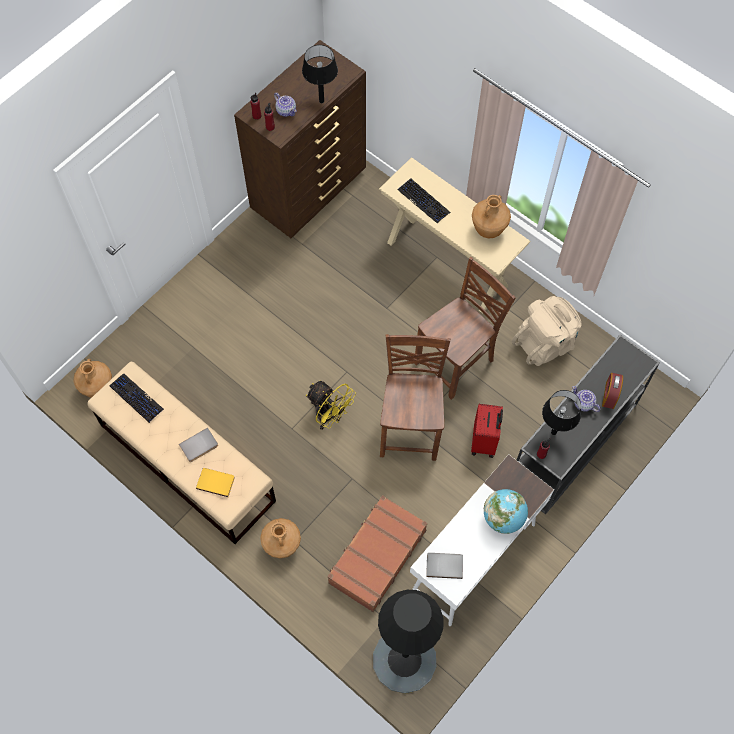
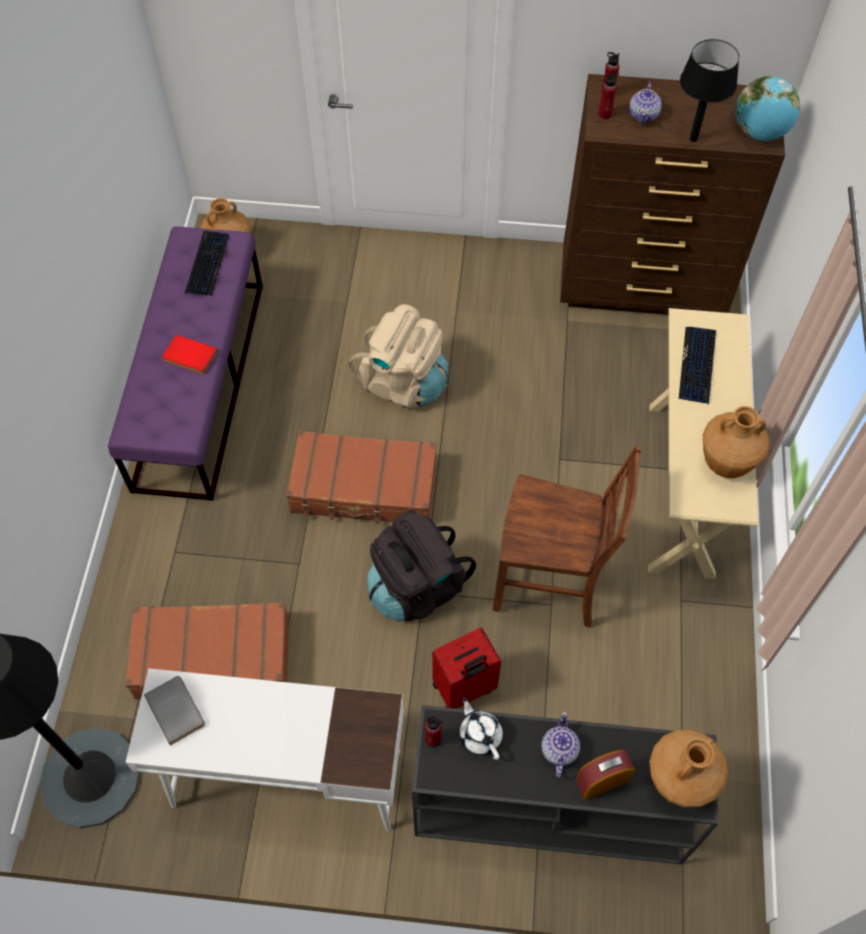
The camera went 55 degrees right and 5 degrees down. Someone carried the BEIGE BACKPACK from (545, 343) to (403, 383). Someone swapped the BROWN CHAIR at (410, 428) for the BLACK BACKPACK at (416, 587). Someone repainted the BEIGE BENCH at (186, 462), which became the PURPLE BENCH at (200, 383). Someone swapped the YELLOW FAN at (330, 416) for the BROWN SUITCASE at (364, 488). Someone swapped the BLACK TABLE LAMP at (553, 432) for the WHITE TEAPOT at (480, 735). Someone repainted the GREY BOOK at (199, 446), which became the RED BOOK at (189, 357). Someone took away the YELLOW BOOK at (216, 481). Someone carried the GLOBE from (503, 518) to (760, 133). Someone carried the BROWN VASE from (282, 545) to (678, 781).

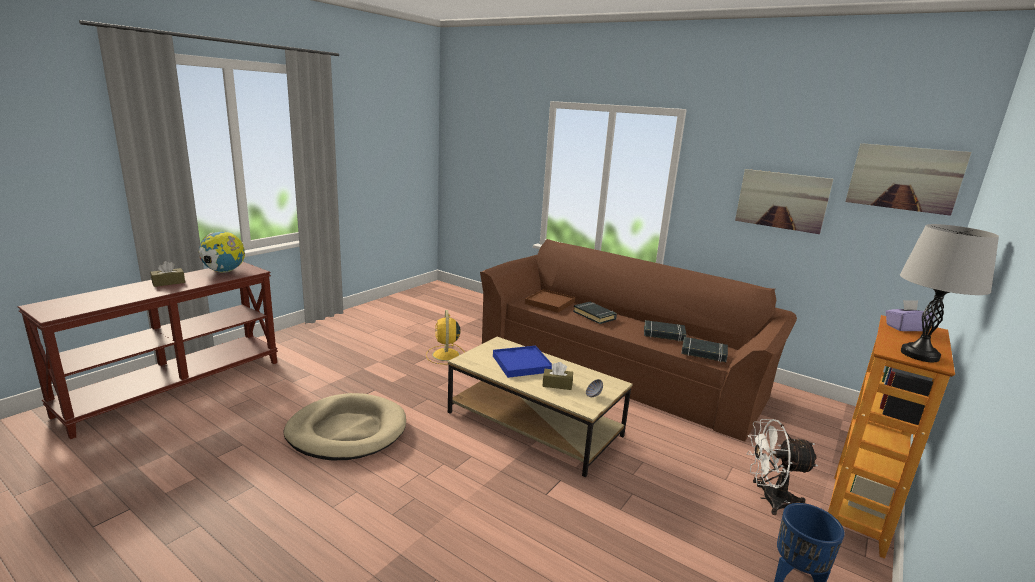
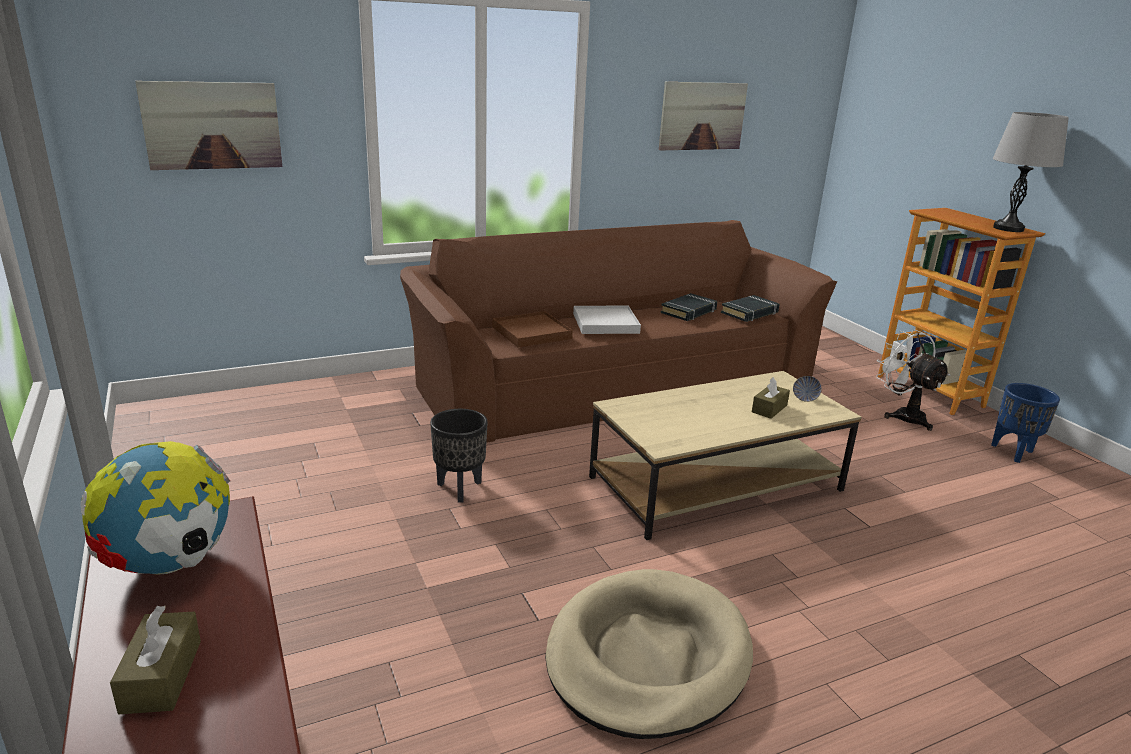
The camera went 60 degrees left and 5 degrees up. Someone carried the PICTURE from (904, 178) to (212, 125). Someone took away the PURPLE TISSUE BOX at (905, 327). Someone swapped the BLACK BOOK at (594, 315) for the WHITE TRAY at (605, 323). Someone swapped the YELLOW FAN at (446, 355) for the BLACK PLANTER at (460, 489). Someone took away the BLUE TRAY at (522, 364). Someone rotated the WHITE FAN at (769, 499) by 120 degrees clockwise.

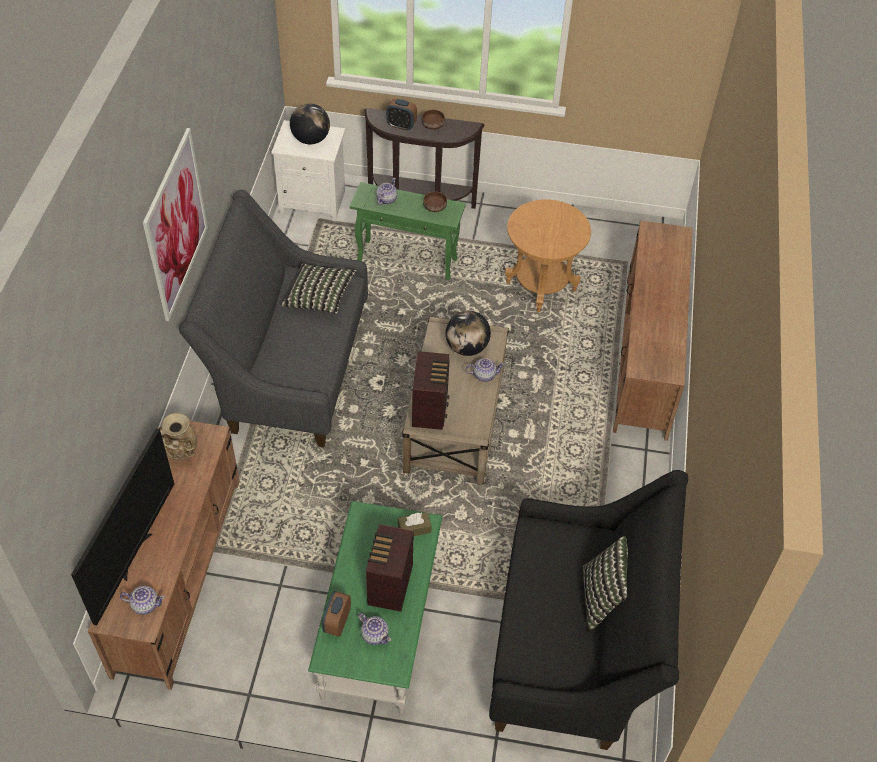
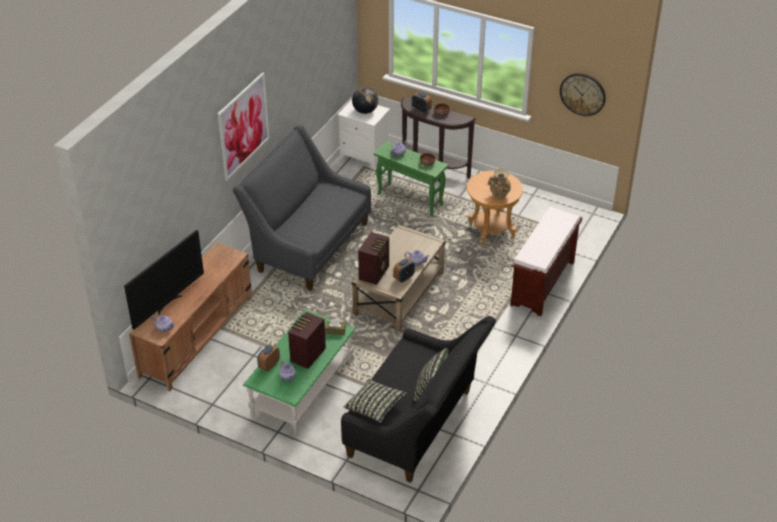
The camera went 20 degrees right and 10 degrees down. Someone swapped the BROWN TV STAND at (646, 356) for the BROWN BENCH at (542, 284). Someone carried the PILLOW from (319, 297) to (374, 407). Someone took away the GLOBE at (467, 347). Someone carried the BEIGE VASE from (181, 454) to (499, 196). Someone put up the WALL CLOCK at (582, 94). Someone put down the ALARM CLOCK at (404, 278).

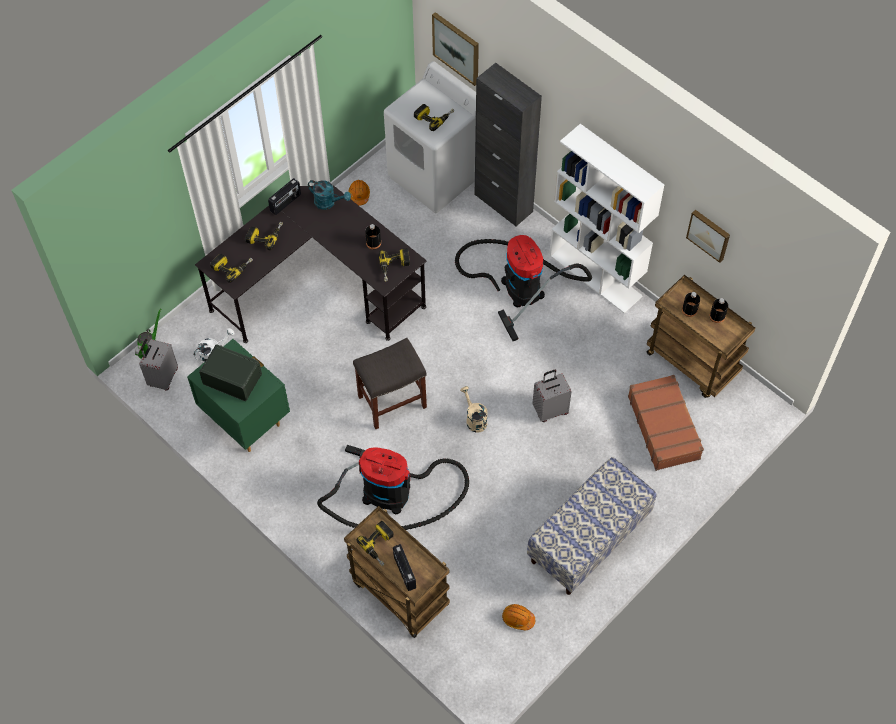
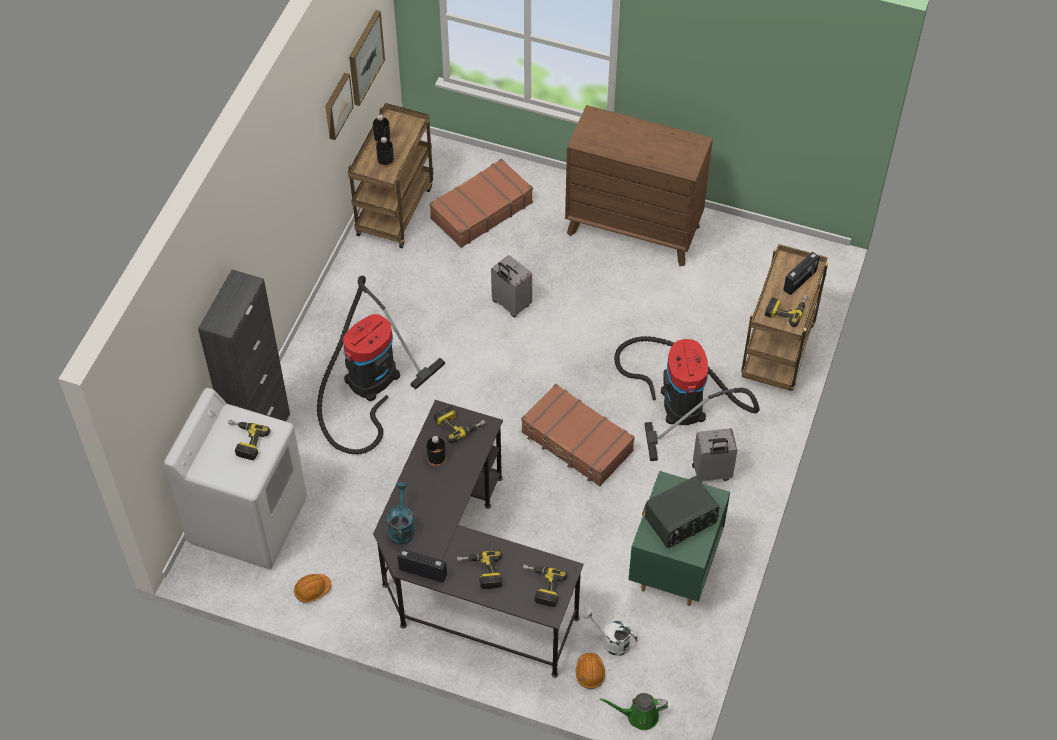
The camera went 115 degrees left and 5 degrees down. Someone carried the PICTURE from (456, 48) to (365, 57). Someone took away the WHITE BOOKCASE at (596, 275). Someone swapped the GREY STOOL at (391, 402) for the BROWN SUITCASE at (576, 442). Someone carried the GREY SUITCASE from (162, 377) to (711, 473). Someone rotated the RADIO at (233, 378) by 120 degrees counterclockwise. Someone took away the BEIGE WATERING CAN at (474, 419). Someone swapped the BENCH at (589, 539) for the BROWN DRESSER at (633, 230). Someone carried the ORANGE HARD HAT from (518, 618) to (590, 673).

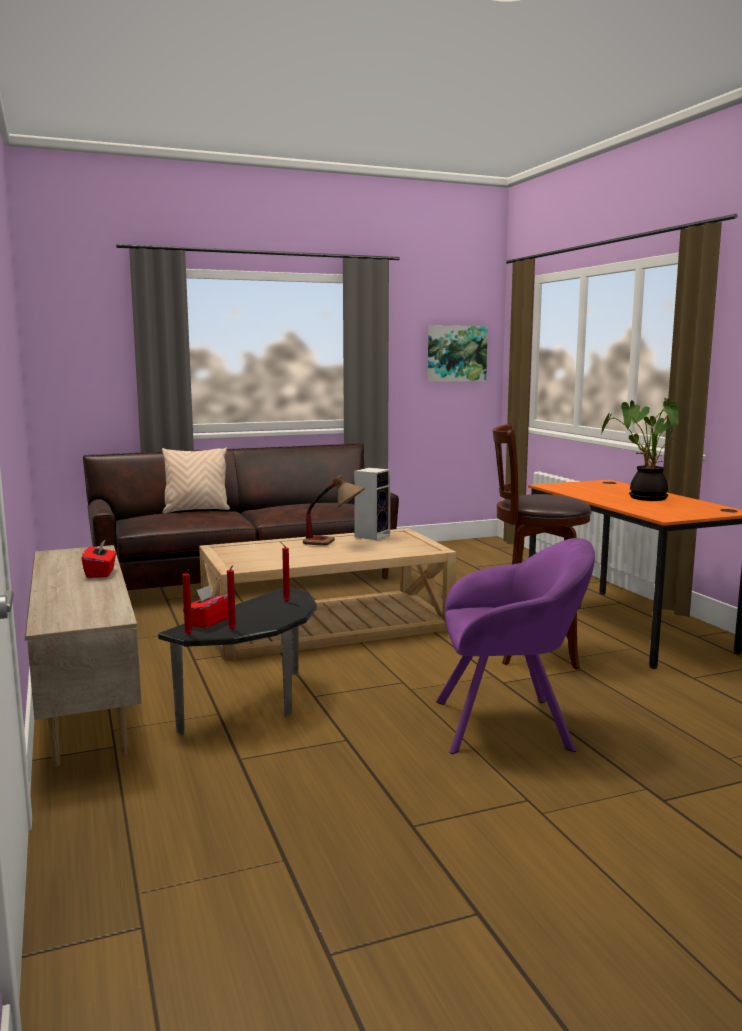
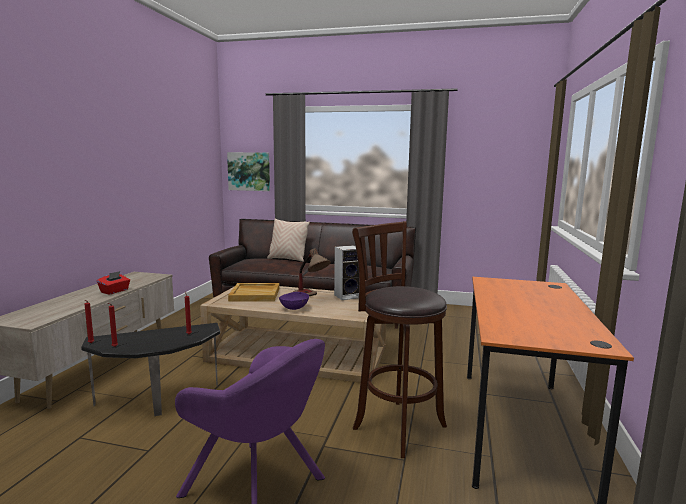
The camera went 35 degrees right and 0 degrees up. Someone carried the PICTURE from (456, 353) to (249, 171). Someone took away the POTTED PLANT at (644, 498). Someone took away the RED TISSUE BOX at (208, 622). Someone put down the BEIGE TRAY at (255, 294). Someone put down the PURPLE BOWL at (294, 308).

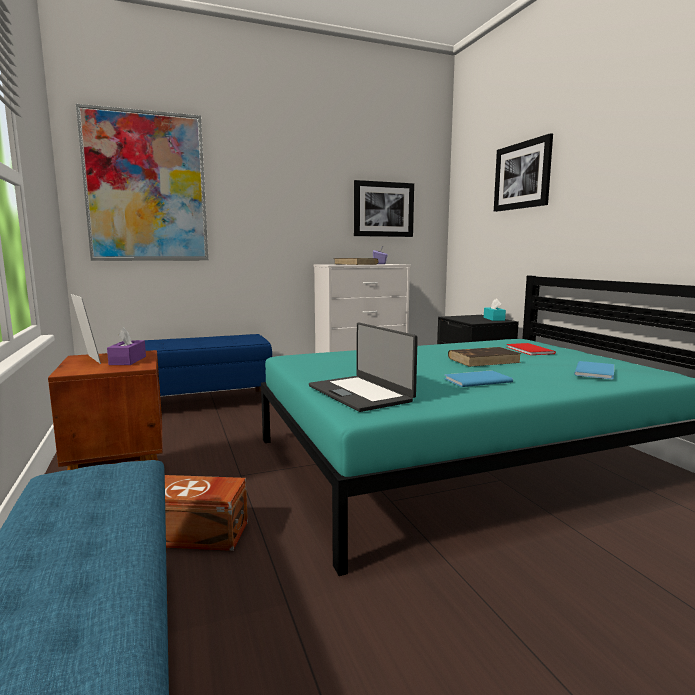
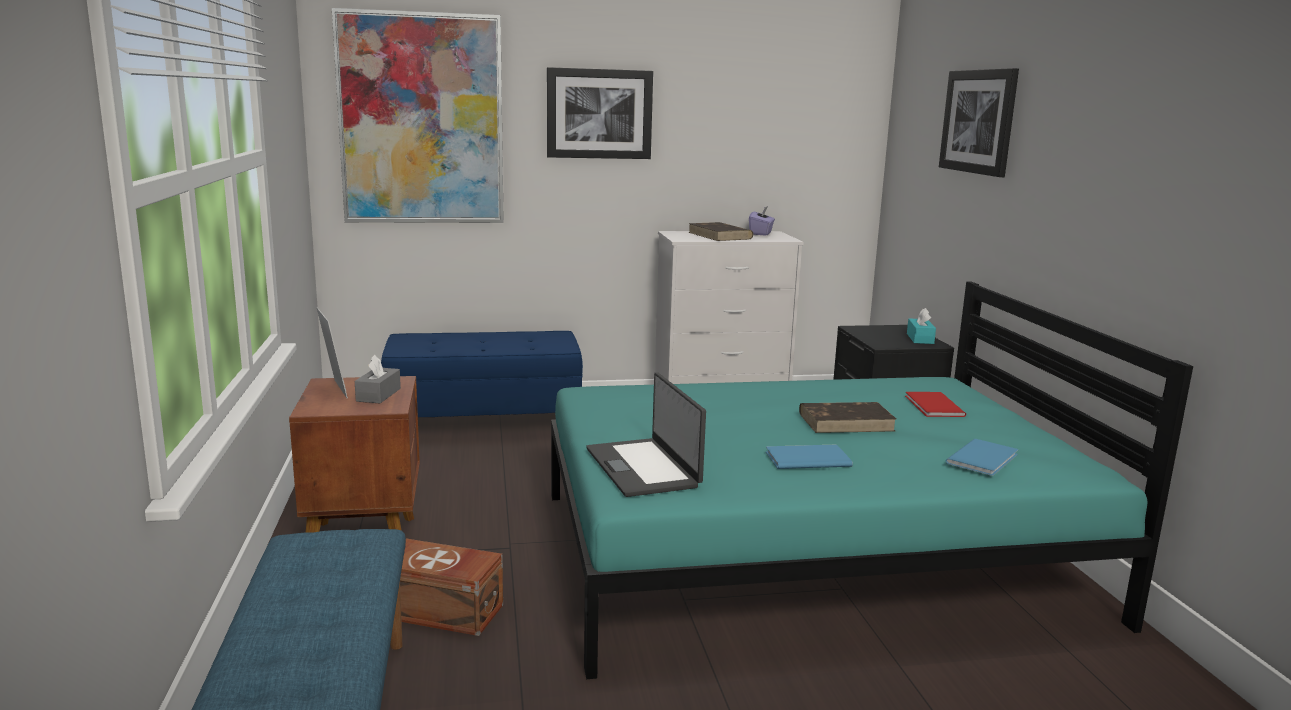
The camera went 10 degrees right and 5 degrees up. Someone carried the PICTURE from (383, 209) to (599, 114). Someone repainted the PURPLE TISSUE BOX at (128, 360), which became the GREY TISSUE BOX at (378, 395).

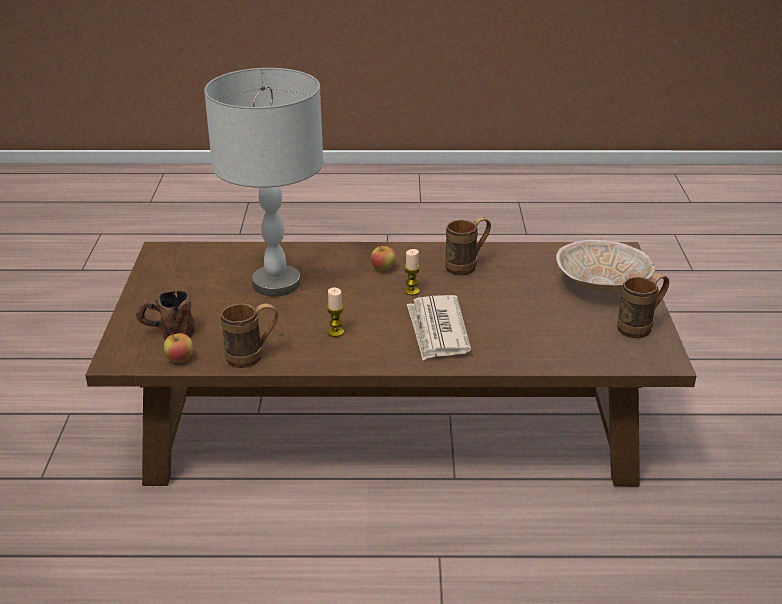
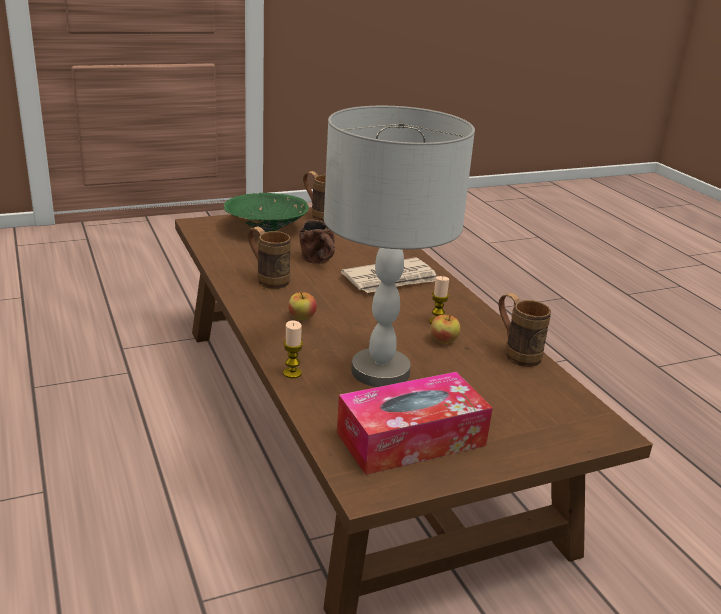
The camera went 115 degrees left and 5 degrees down. Someone repainted the BEIGE BOWL at (603, 285), which became the GREEN BOWL at (265, 227). Someone carried the CANDLE from (411, 291) to (292, 373). Someone carried the BROWN MUG from (167, 333) to (320, 262). Someone carried the APPLE from (180, 359) to (444, 341). Someone put down the TISSUE BOX at (411, 439).

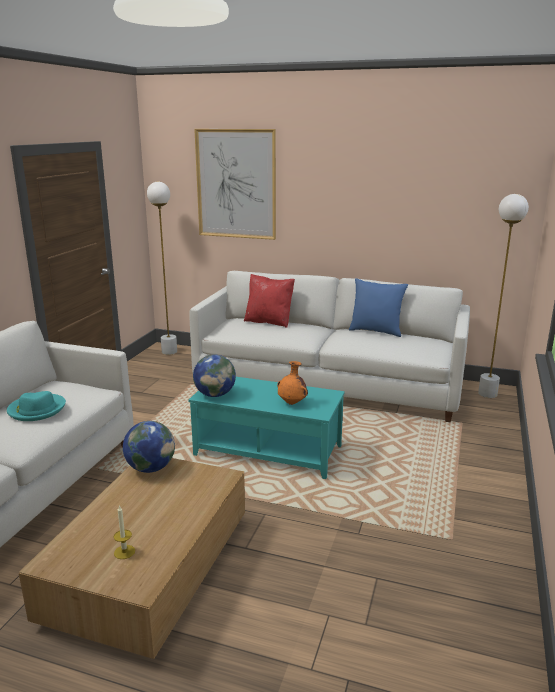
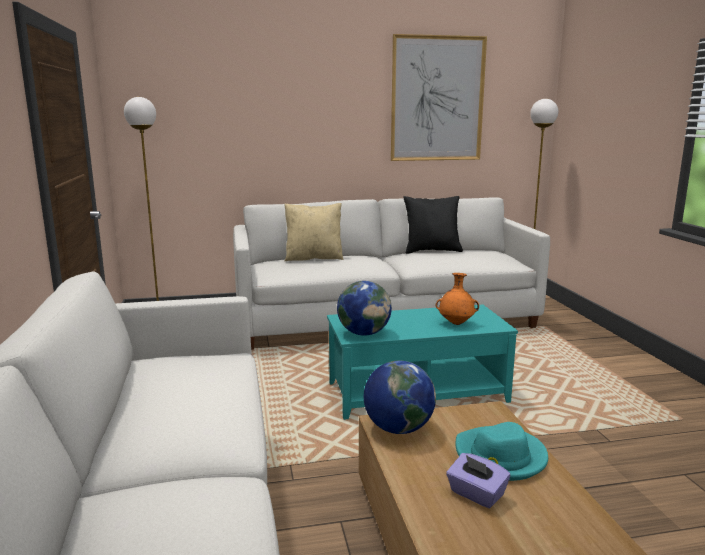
The camera went 30 degrees left and 5 degrees down. Someone carried the PICTURE from (236, 184) to (437, 99). Someone repainted the RED PILLOW at (269, 322), which became the BEIGE PILLOW at (314, 258). Someone repainted the BLUE PILLOW at (376, 331), which became the BLACK PILLOW at (432, 251). Someone carried the TURQUOISE HAT from (36, 409) to (500, 457). Someone took away the CANDLE at (124, 552). Someone put down the PURPLE TISSUE BOX at (476, 494).

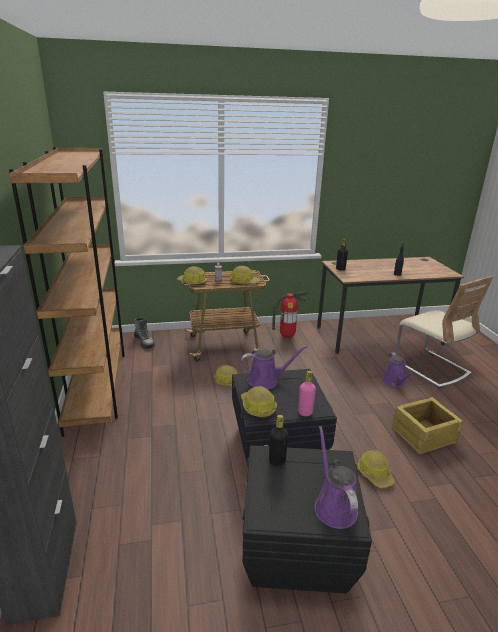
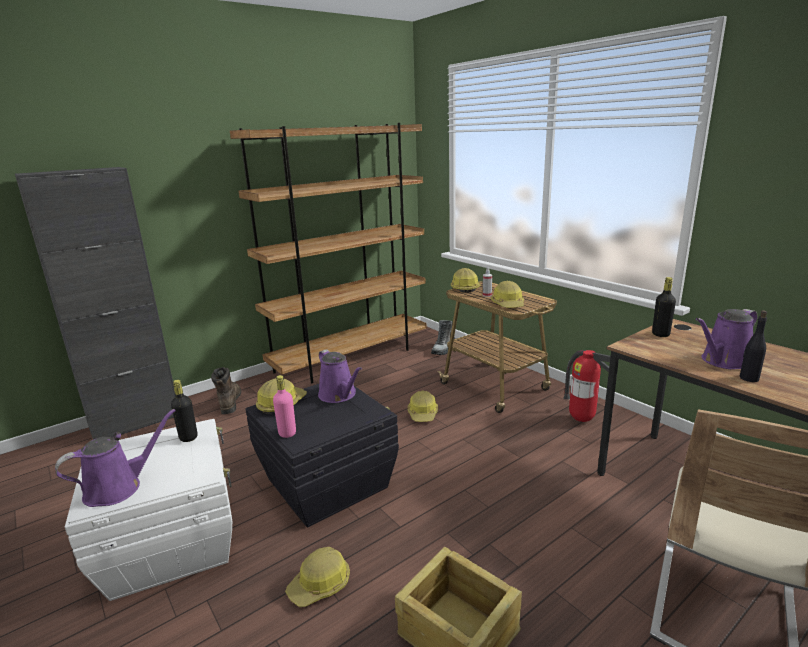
The camera went 65 degrees right and 5 degrees down. Someone carried the PURPLE WATERING CAN from (395, 382) to (724, 361). Someone repainted the BLACK STORAGE BOX at (296, 546), which became the WHITE STORAGE BOX at (172, 542). Someone put down the BROWN BOOT at (229, 402).

